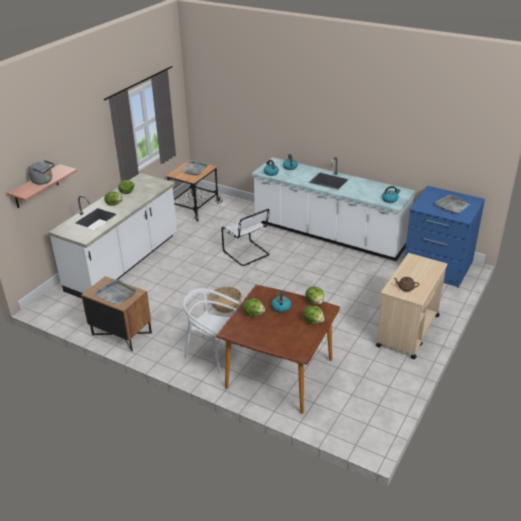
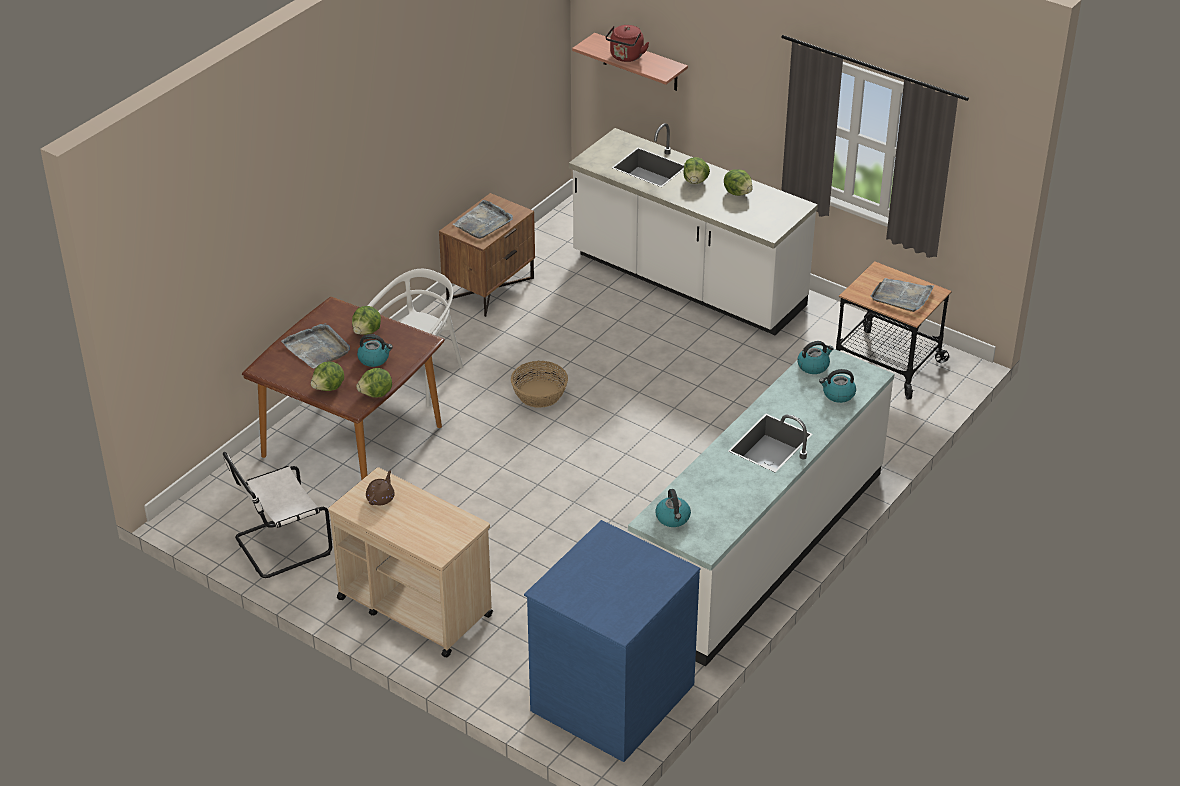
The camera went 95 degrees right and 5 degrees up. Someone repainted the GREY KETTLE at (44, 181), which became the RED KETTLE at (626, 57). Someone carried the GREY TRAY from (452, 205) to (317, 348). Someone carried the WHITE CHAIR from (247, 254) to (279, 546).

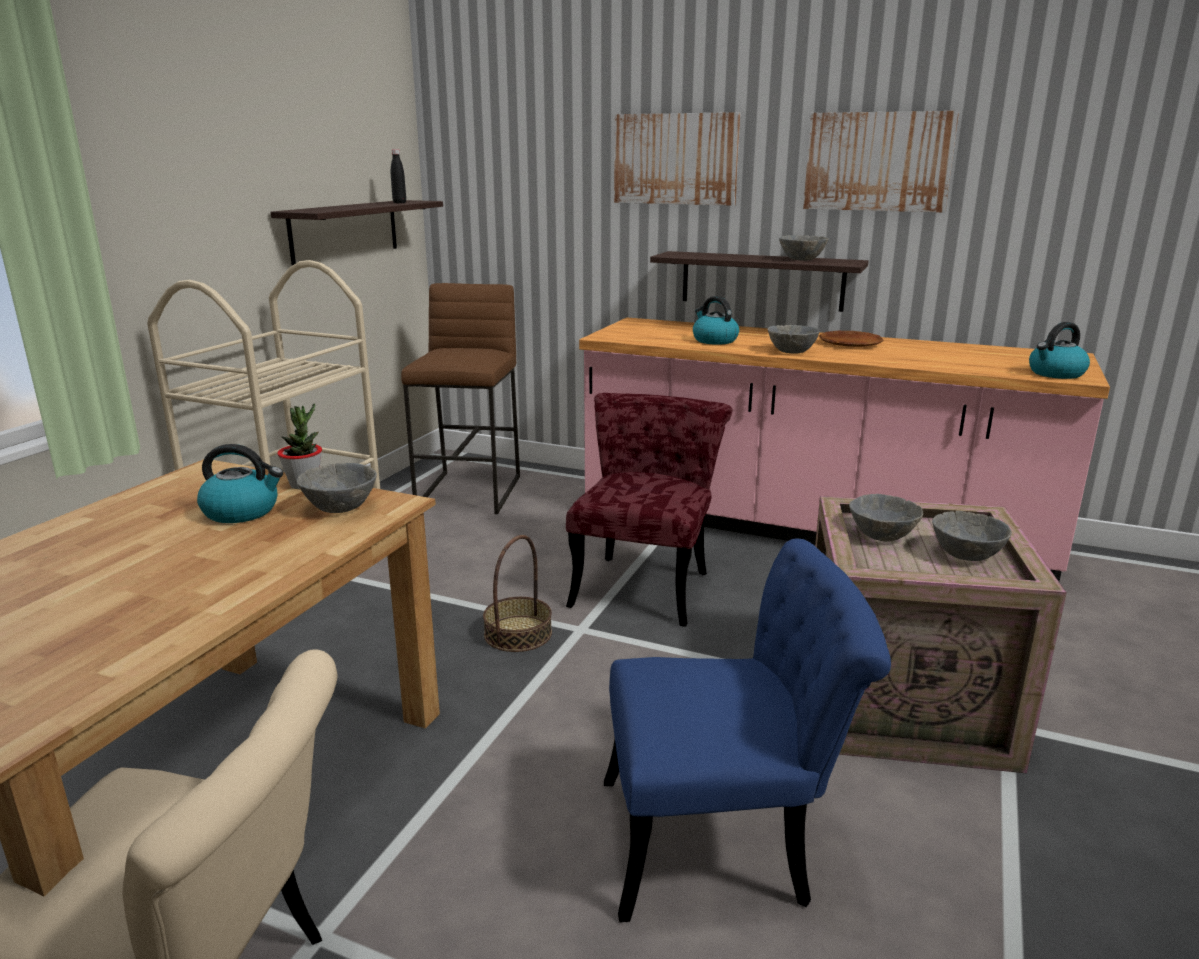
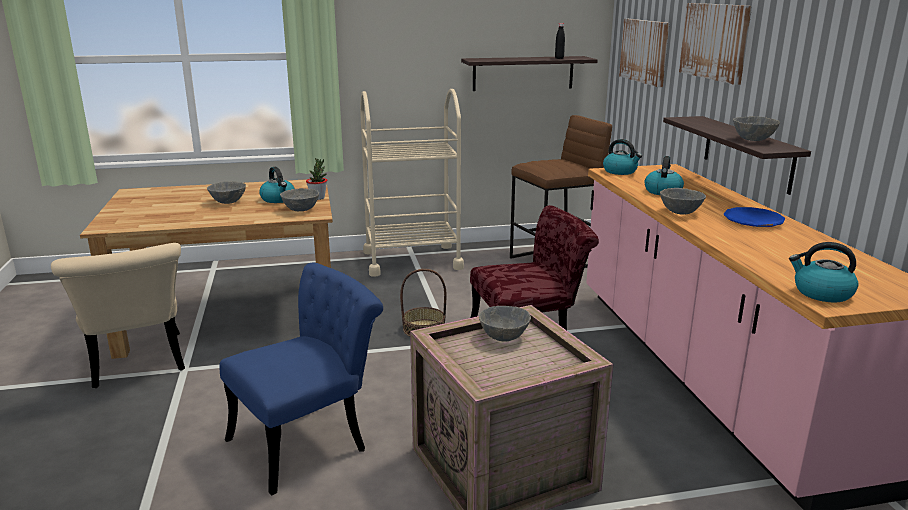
The camera went 55 degrees right and 0 degrees up. Someone carried the PICTURE from (878, 162) to (644, 51). Someone repainted the BROWN PLATE at (850, 343), which became the BLUE PLATE at (753, 221). Someone carried the GREY BOWL from (966, 555) to (228, 202). Someone rotated the BLUE CHAIR at (726, 840) by 90 degrees counterclockwise. Someone put down the KETTLE at (620, 171).

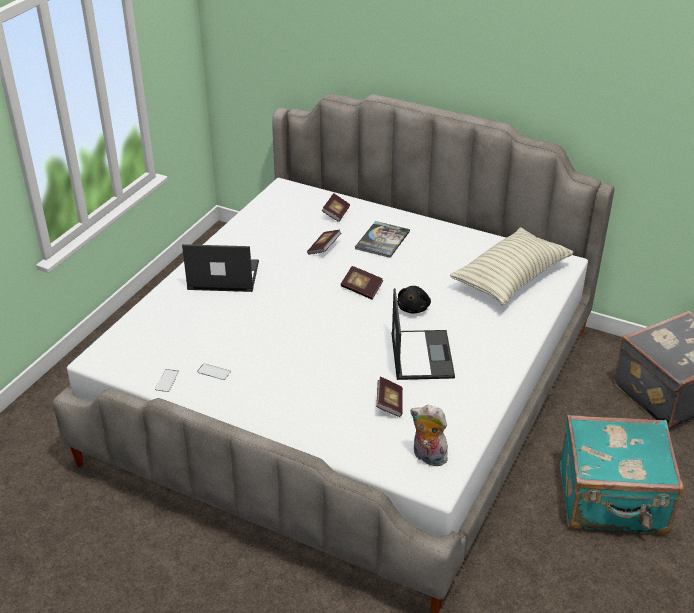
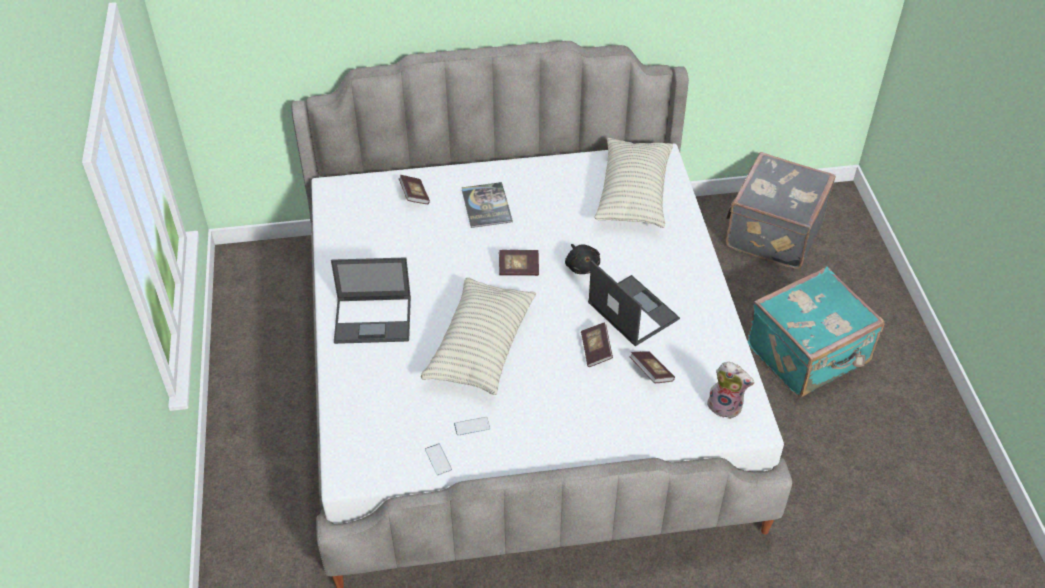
The camera went 35 degrees left and 10 degrees up. Someone carried the BOOK from (324, 248) to (596, 350). Someone rotated the LAPTOP at (222, 276) by 150 degrees counterclockwise. Someone rotated the PLUSH TOY at (427, 457) by 150 degrees counterclockwise. Someone put down the PILLOW at (480, 347).

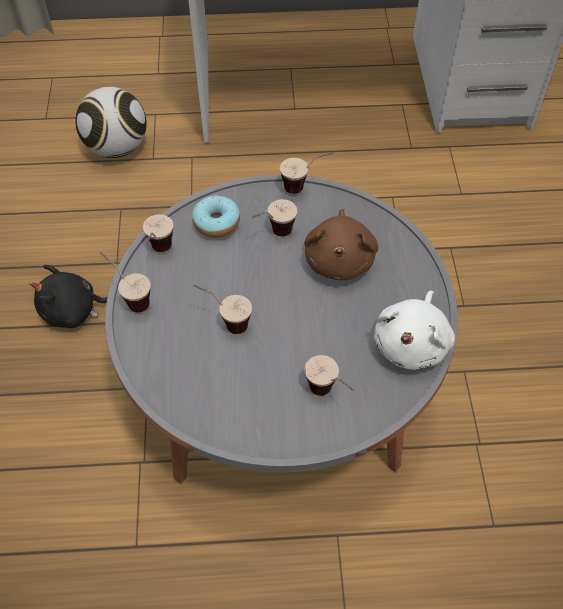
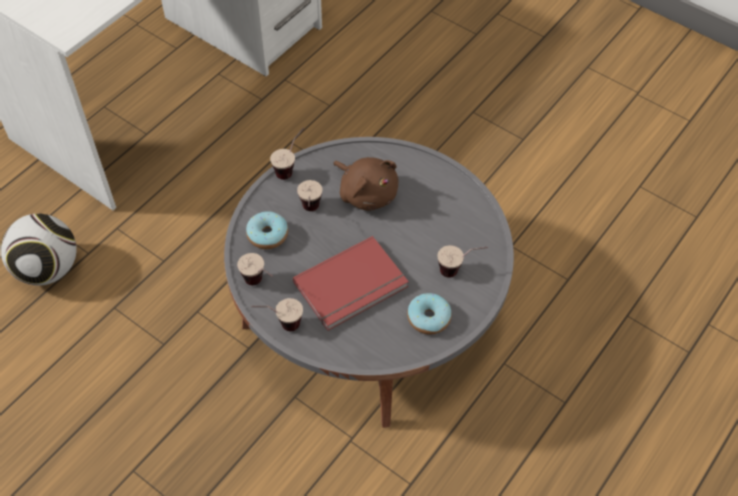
The camera went 50 degrees left and 0 degrees up. Someone took away the BLACK PLUSH TOY at (74, 311). Someone swapped the CUP at (224, 322) for the RED BOOK at (352, 287). Someone took away the WHITE PLUSH TOY at (412, 343). Someone put down the DONUT at (428, 318).

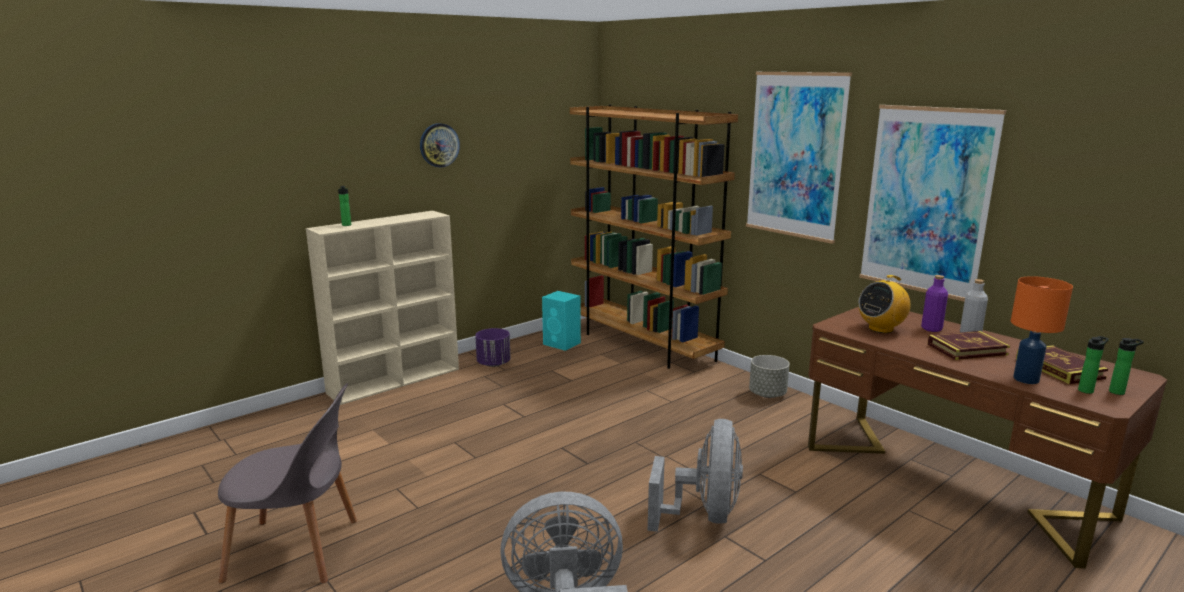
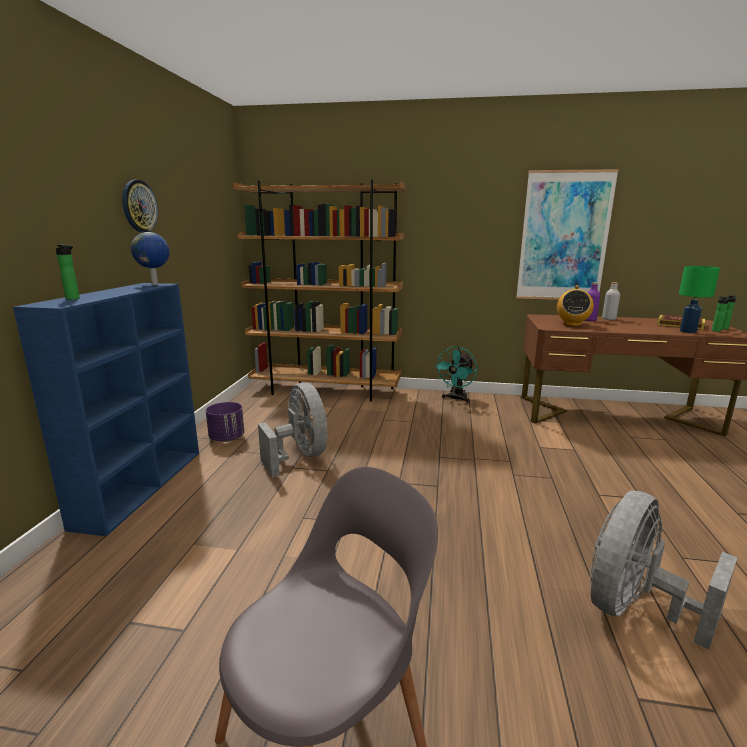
The camera went 40 degrees left and 0 degrees up. Someone took away the PICTURE at (795, 155). Someone repainted the BEIGE BOOKCASE at (396, 380), which became the BLUE BOOKCASE at (142, 485). Someone repainted the ORANGE TABLE LAMP at (1027, 379), which became the GREEN TABLE LAMP at (688, 331). Someone took away the TURQUOISE SPEAKER at (562, 344). Someone took away the BOOK at (967, 349). Someone swapped the GREY PLANTER at (767, 394) for the TURQUOISE FAN at (456, 399). Someone carried the GREY FAN from (704, 515) to (300, 456). Someone put down the GLOBE at (155, 284).

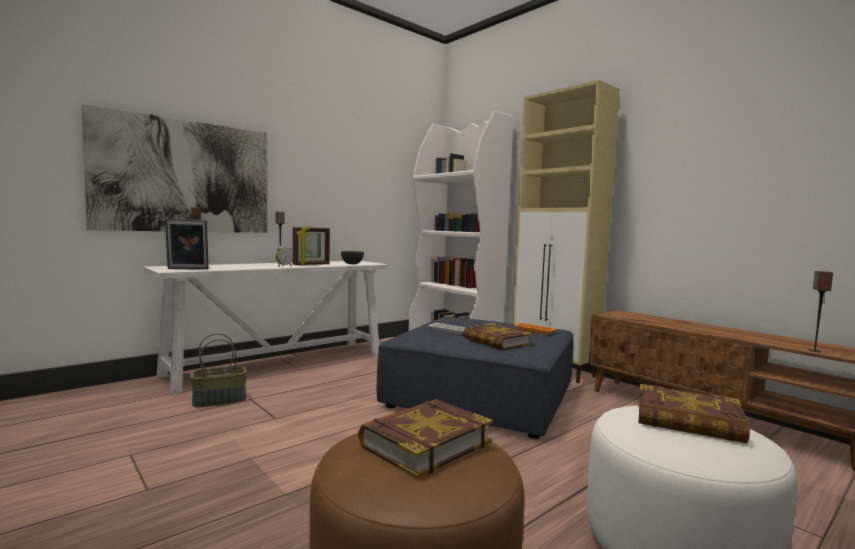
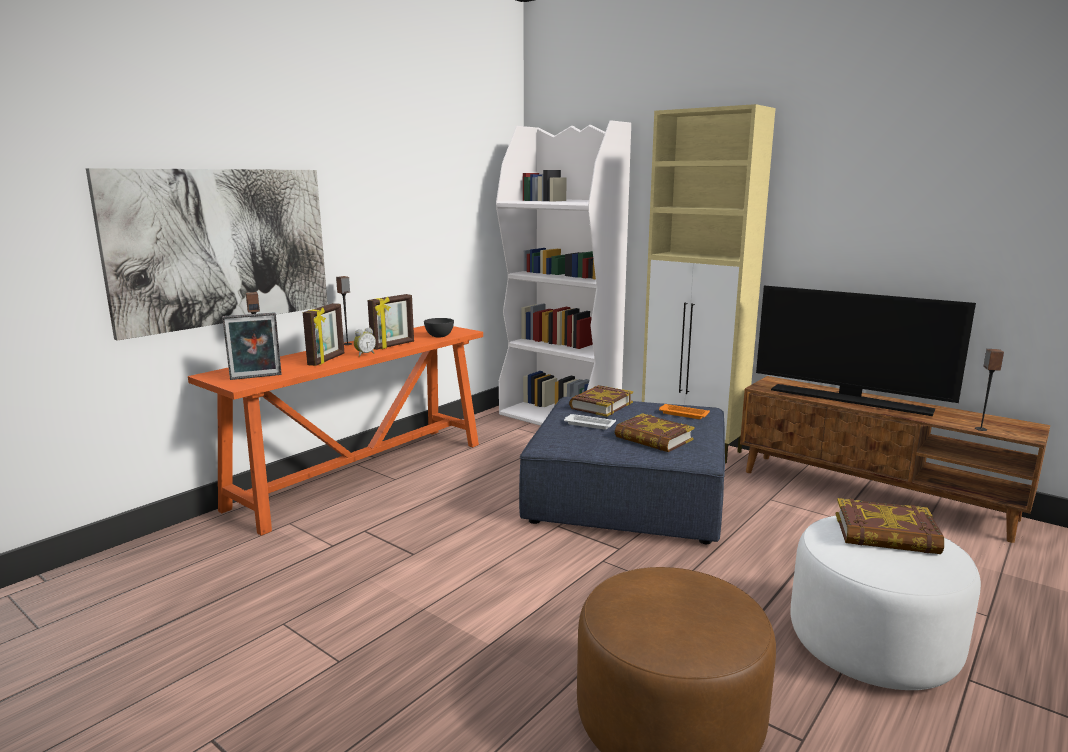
The camera went 10 degrees left and 10 degrees up. Someone repainted the WHITE CONSOLE TABLE at (280, 364), which became the ORANGE CONSOLE TABLE at (364, 474). Someone took away the BASKET at (220, 400). Someone carried the BOOK from (425, 443) to (601, 405). Someone put down the TELEVISION at (850, 400). Someone put down the PICTURE FRAME at (327, 360).

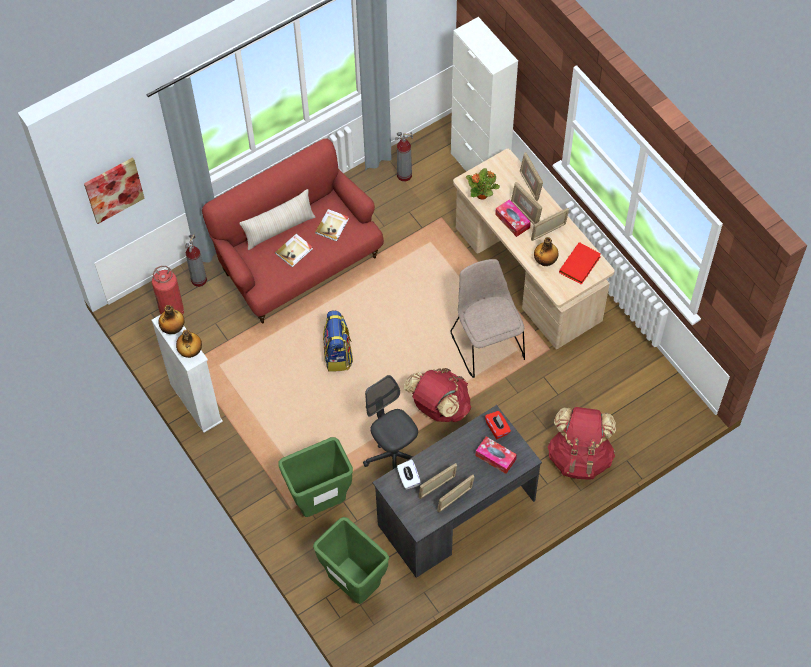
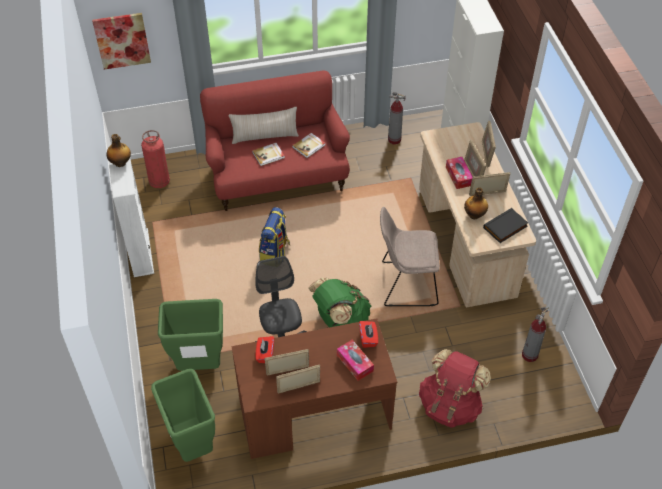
The camera went 20 degrees right and 10 degrees down. Someone took away the POTTED PLANT at (482, 195). Someone carried the FIRE EXTINGUISHER from (199, 280) to (529, 355). Someone repainted the RED BOOK at (580, 265), which became the BLACK BOOK at (505, 228). Someone rotated the BEIGE CHAIR at (487, 343) by 90 degrees counterclockwise. Someone took away the BOTTLE at (190, 352). Someone repainted the RED BACKPACK at (439, 407), which became the GREEN BACKPACK at (340, 321). Someone repainted the GREY DESK at (456, 513), which became the BROWN DESK at (314, 415). Someone repainted the WHITE TISSUE BOX at (408, 479), which became the RED TISSUE BOX at (265, 354).

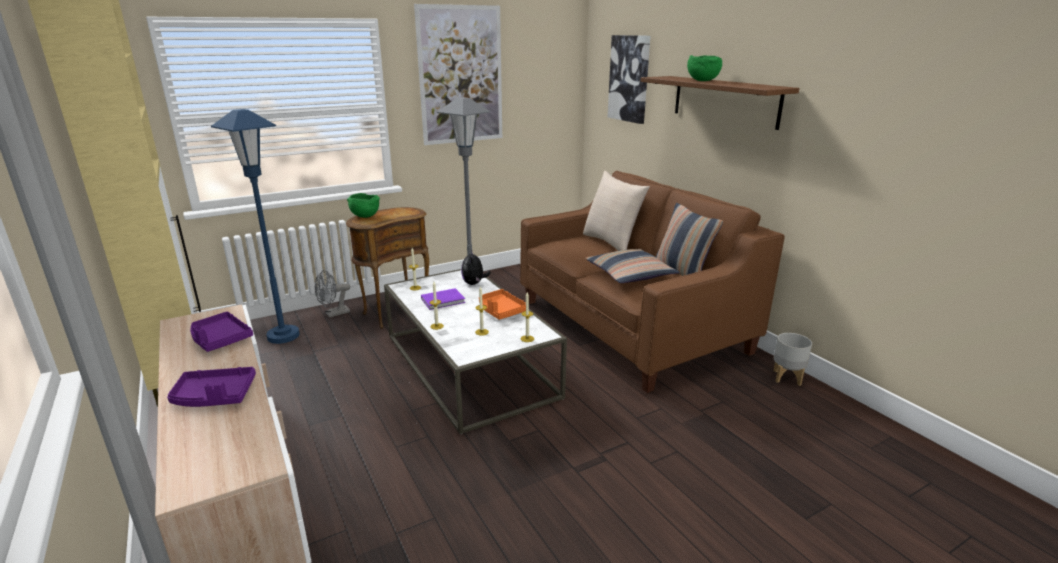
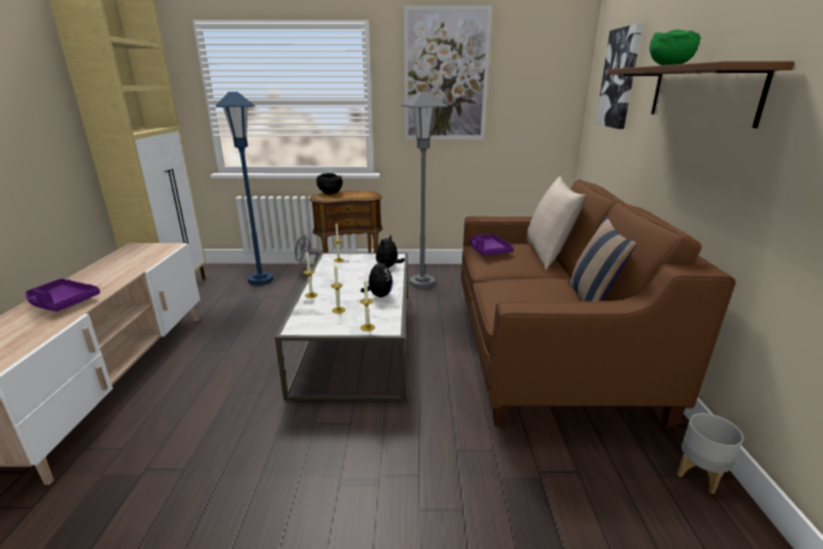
The camera went 30 degrees right and 0 degrees up. Someone repainted the GREEN BOWL at (364, 216), which became the BLACK BOWL at (329, 193). Someone took away the PILLOW at (630, 275). Someone took away the PURPLE BOOK at (444, 301). Someone swapped the ORANGE TRAY at (501, 311) for the PLUSH TOY at (379, 295). Someone carried the PURPLE TRAY from (220, 339) to (488, 251).

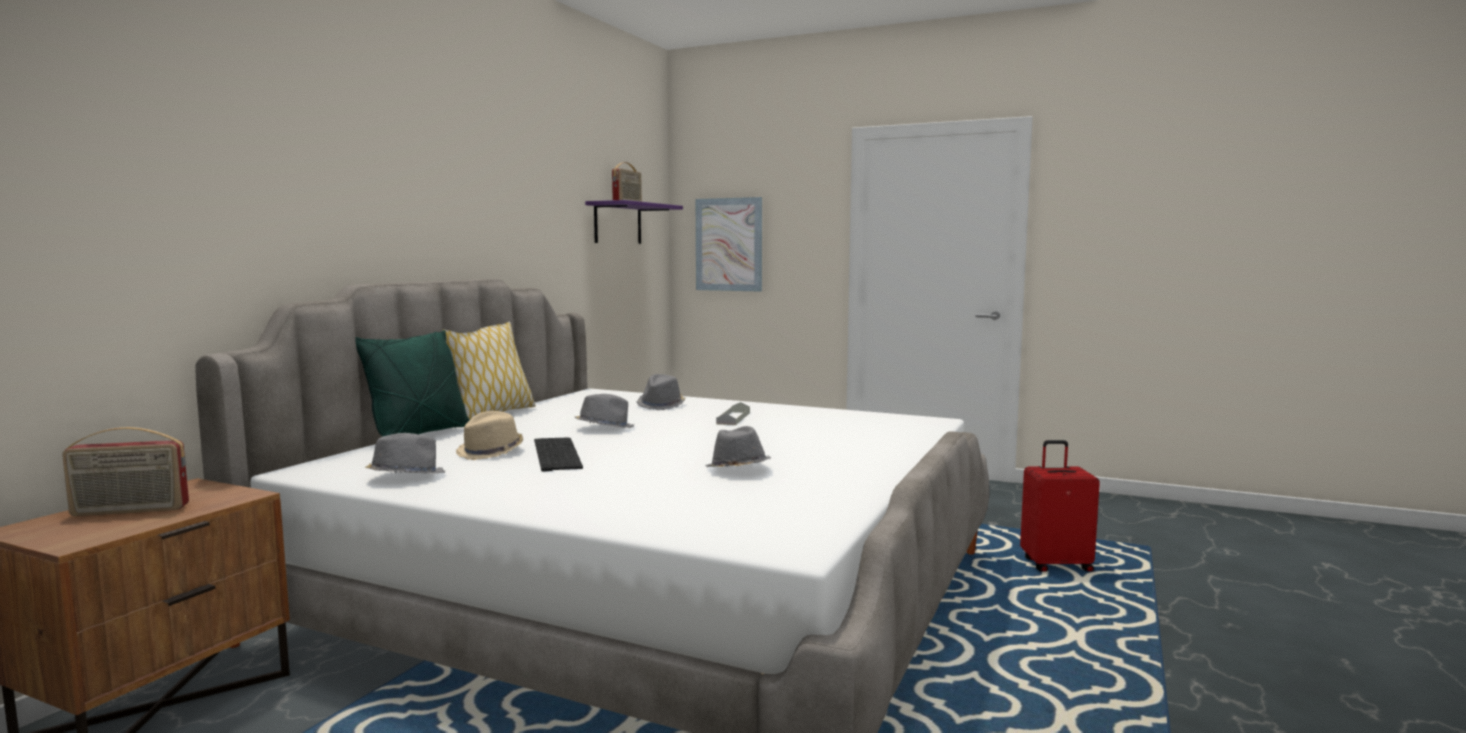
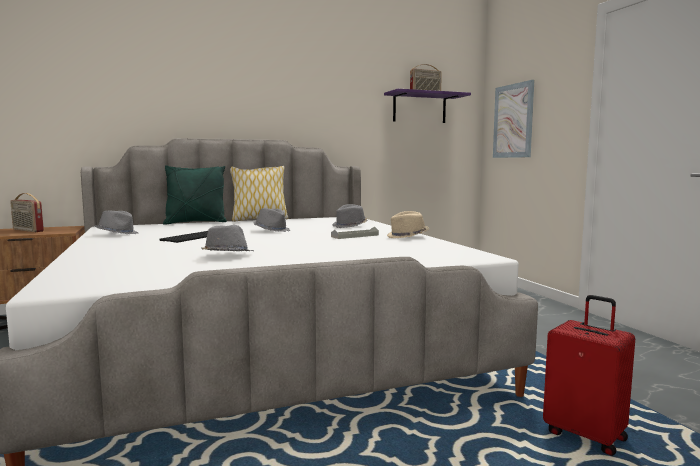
The camera went 45 degrees right and 0 degrees up. Someone carried the BEIGE HAT from (491, 452) to (407, 236).

